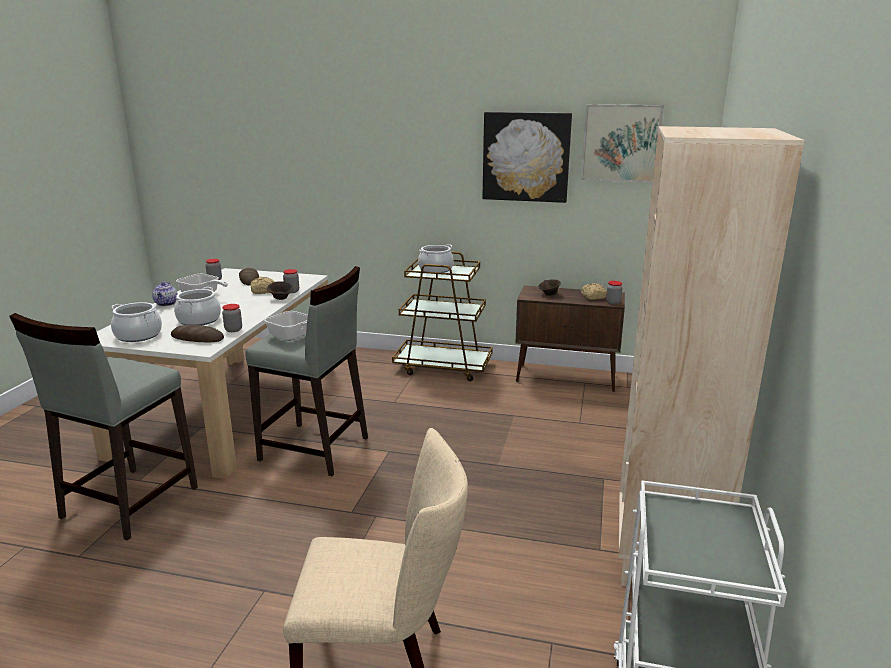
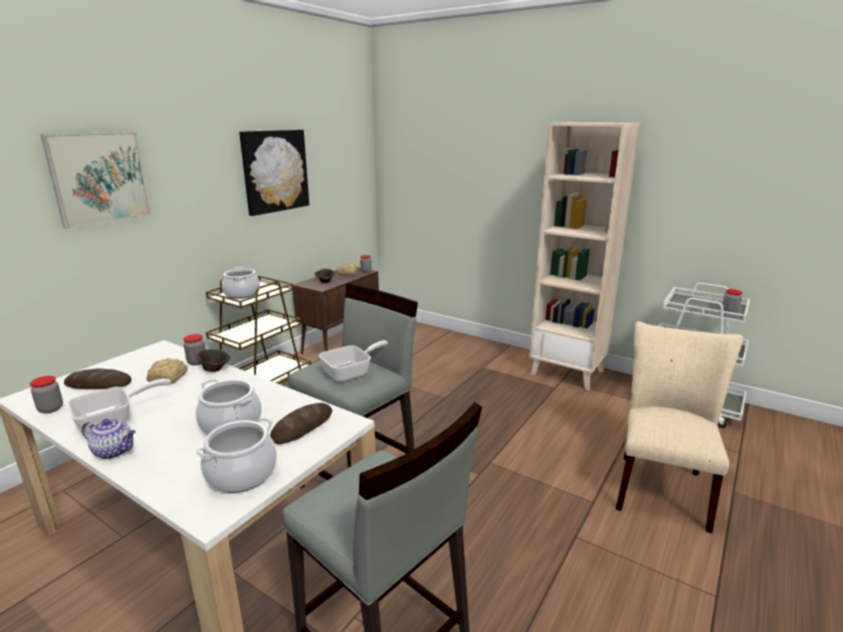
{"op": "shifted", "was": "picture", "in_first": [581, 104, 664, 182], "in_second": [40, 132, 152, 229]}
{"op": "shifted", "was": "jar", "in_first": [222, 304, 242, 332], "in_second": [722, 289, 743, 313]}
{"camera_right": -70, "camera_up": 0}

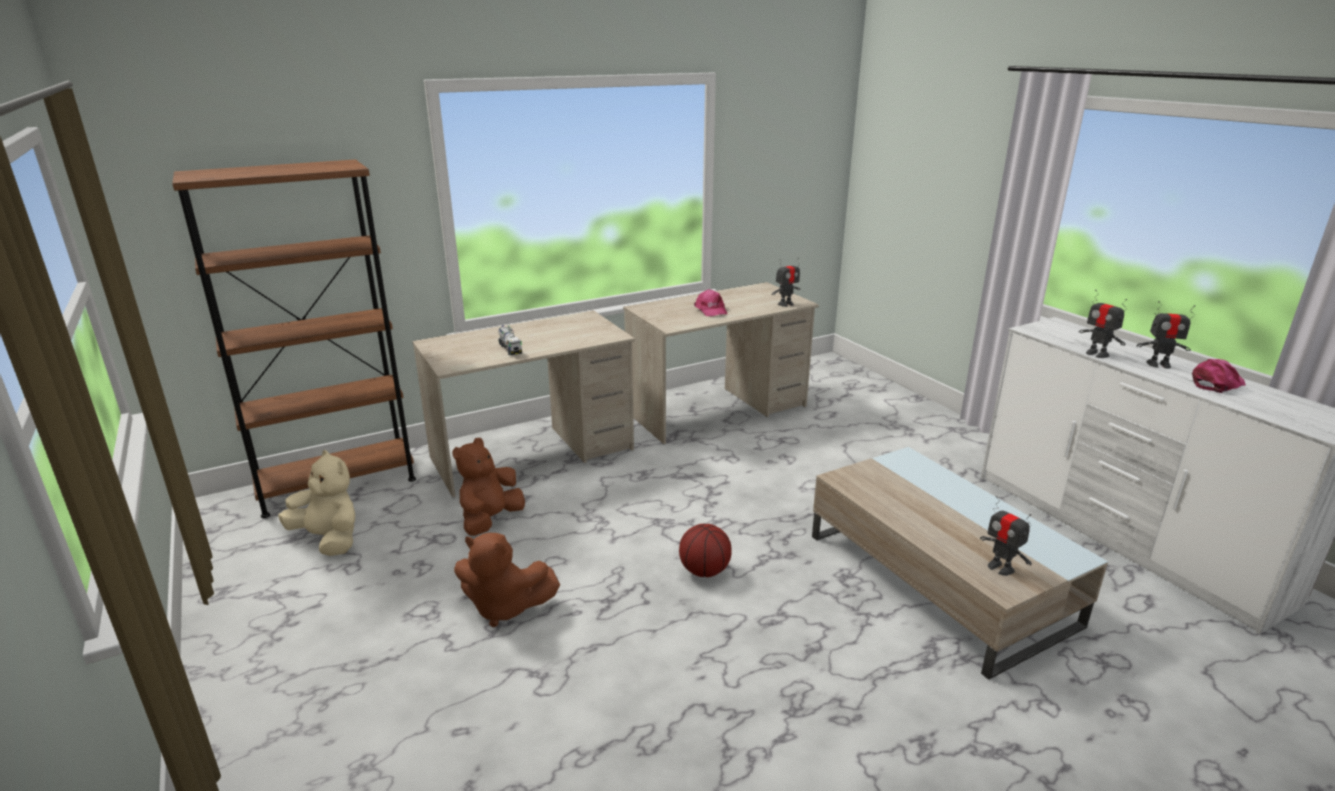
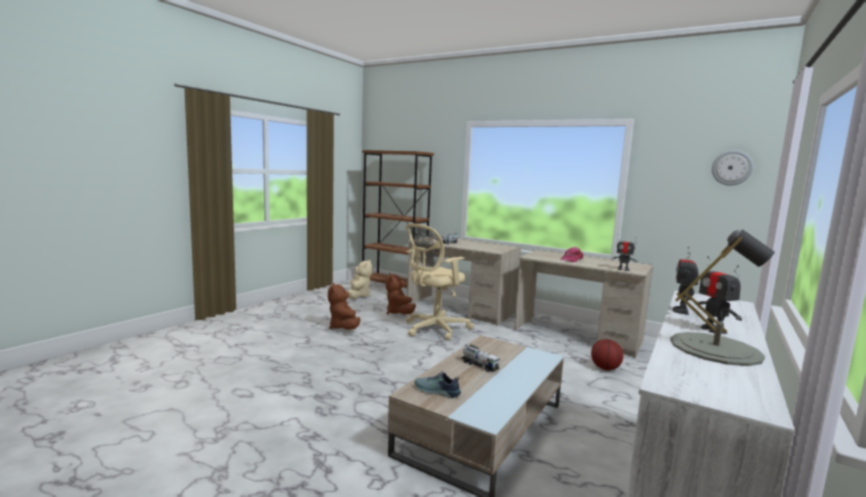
{"op": "swapped", "was": "cap (pink)", "now": "table lamp (grey)", "in_first": [1192, 359, 1246, 393], "in_second": [670, 230, 775, 366]}
{"op": "rotated", "was": "plush toy (brown)", "in_first": [452, 438, 525, 536], "in_second": [385, 273, 416, 315], "clockwise": -105}
{"op": "swapped", "was": "toy robot", "now": "shoe", "in_first": [980, 496, 1032, 576], "in_second": [415, 371, 461, 398]}
{"op": "shifted", "was": "basketball", "in_first": [679, 524, 732, 577], "in_second": [591, 339, 623, 370]}
{"op": "new", "now": "wall clock", "in_second": [712, 150, 753, 186]}
{"op": "new", "now": "office chair (beige)", "in_second": [406, 224, 474, 341]}
{"op": "new", "now": "toy truck", "in_second": [461, 344, 500, 372]}
{"camera_right": 60, "camera_up": -15}

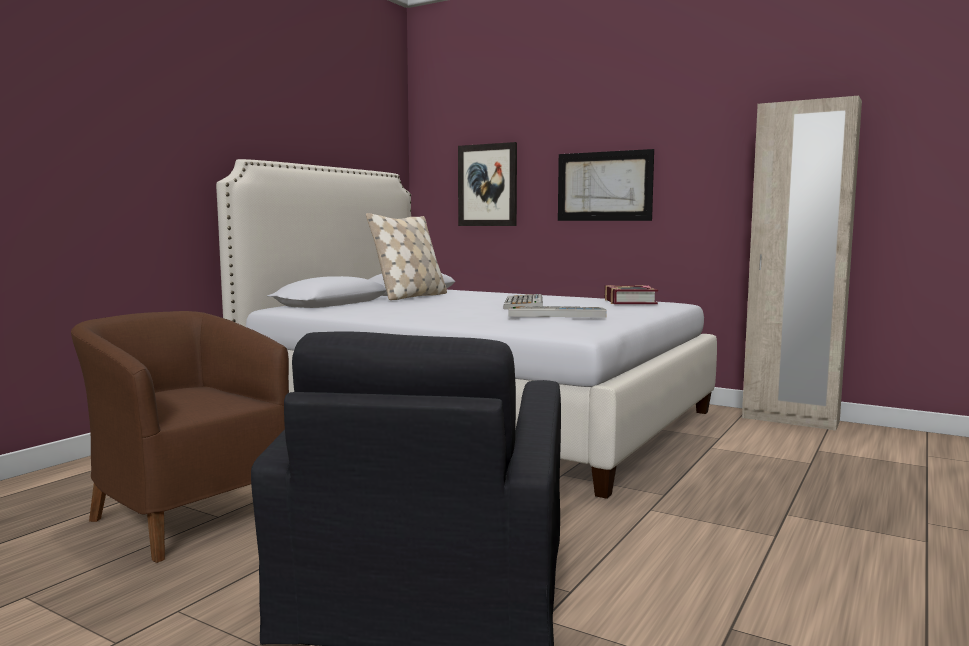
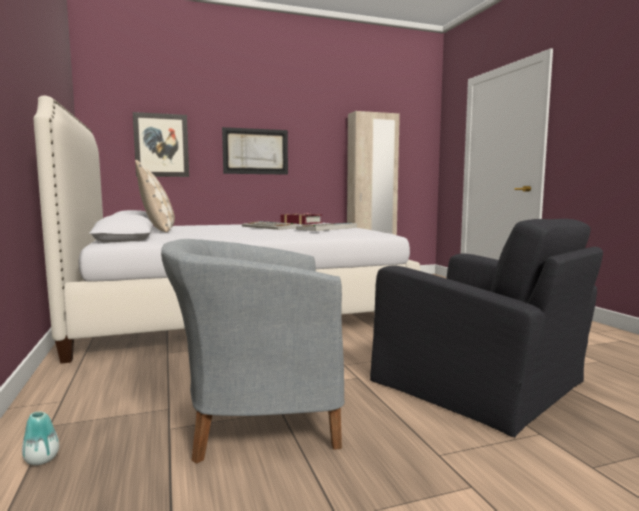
{"op": "repainted", "was": "armchair (brown)", "now": "armchair (grey)", "in_first": [71, 311, 289, 563], "in_second": [161, 239, 345, 464]}
{"op": "new", "now": "vase", "in_second": [22, 411, 59, 465]}
{"camera_right": -50, "camera_up": 0}

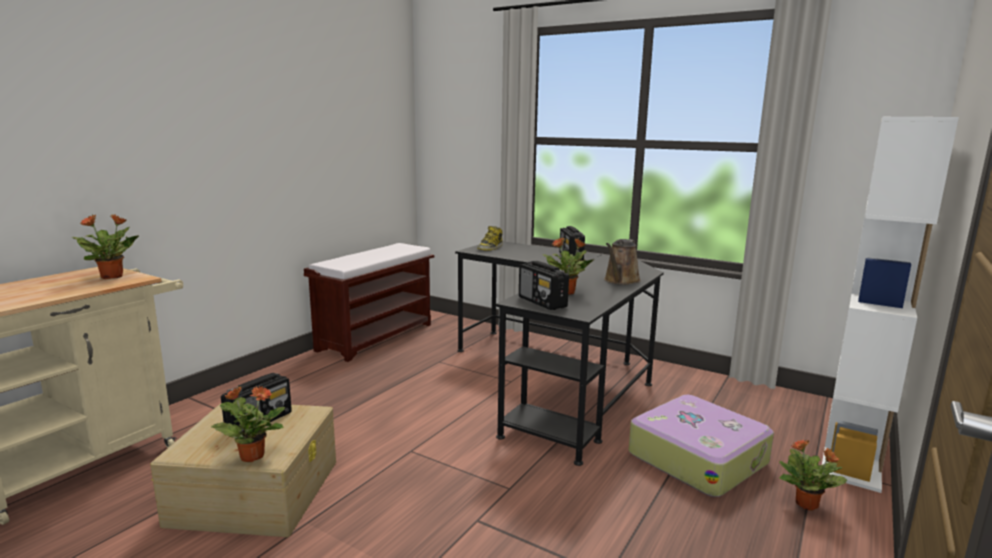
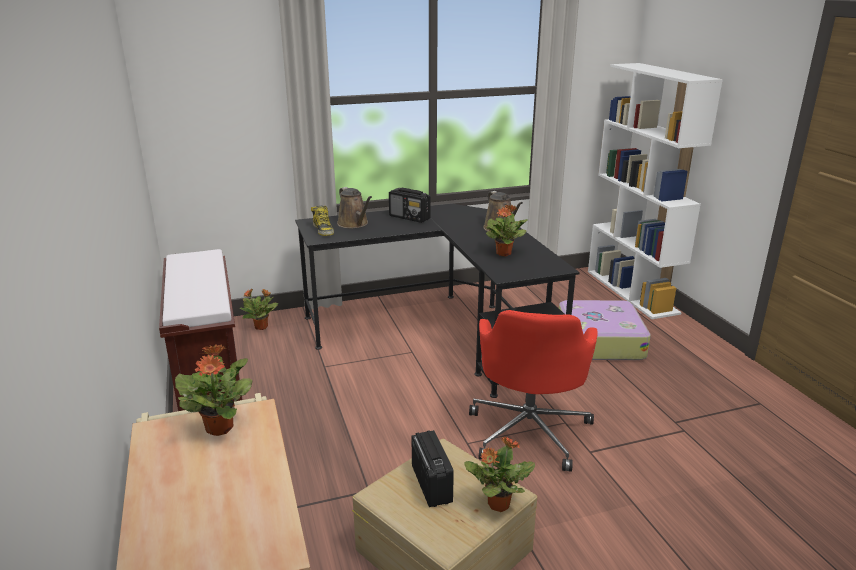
{"op": "gone", "was": "radio", "in_first": [519, 261, 569, 310]}
{"op": "shifted", "was": "potted plant", "in_first": [779, 439, 847, 511], "in_second": [240, 289, 278, 330]}
{"op": "new", "now": "watering can (brown)", "in_second": [337, 187, 372, 228]}
{"op": "new", "now": "office chair (red)", "in_second": [469, 310, 598, 472]}
{"camera_right": -50, "camera_up": 10}

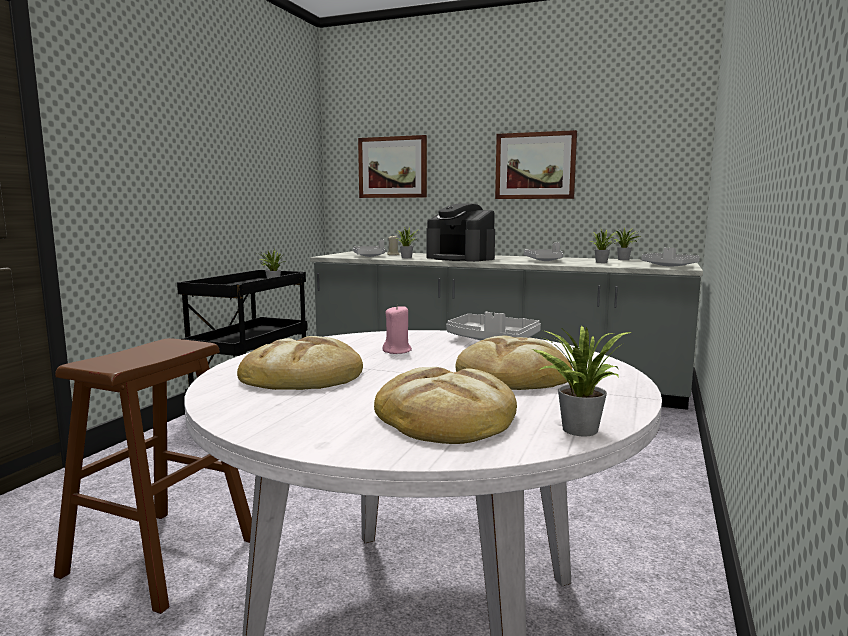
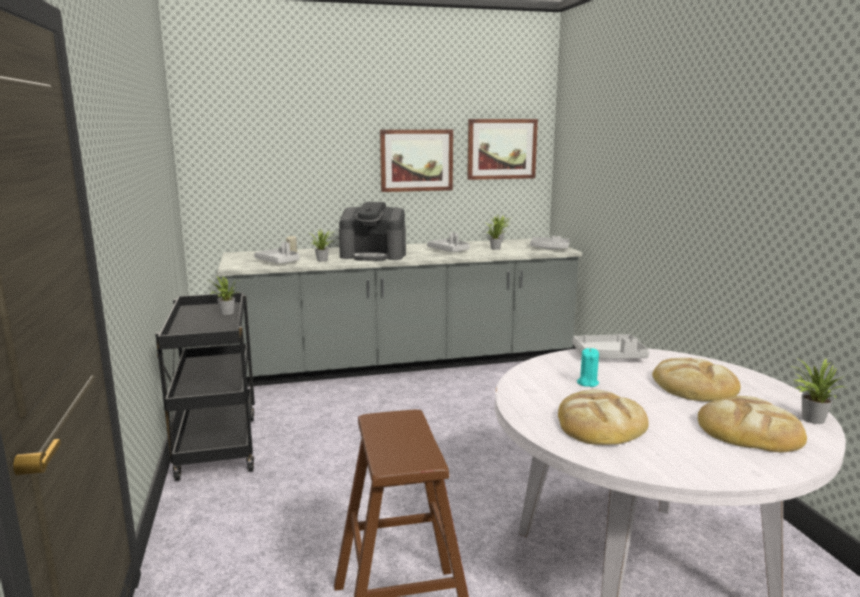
{"op": "shifted", "was": "picture", "in_first": [358, 135, 427, 198], "in_second": [467, 119, 538, 180]}
{"op": "repainted", "was": "candle (pink)", "now": "candle (turquoise)", "in_first": [383, 306, 412, 354], "in_second": [577, 348, 599, 387]}
{"camera_right": -35, "camera_up": 5}

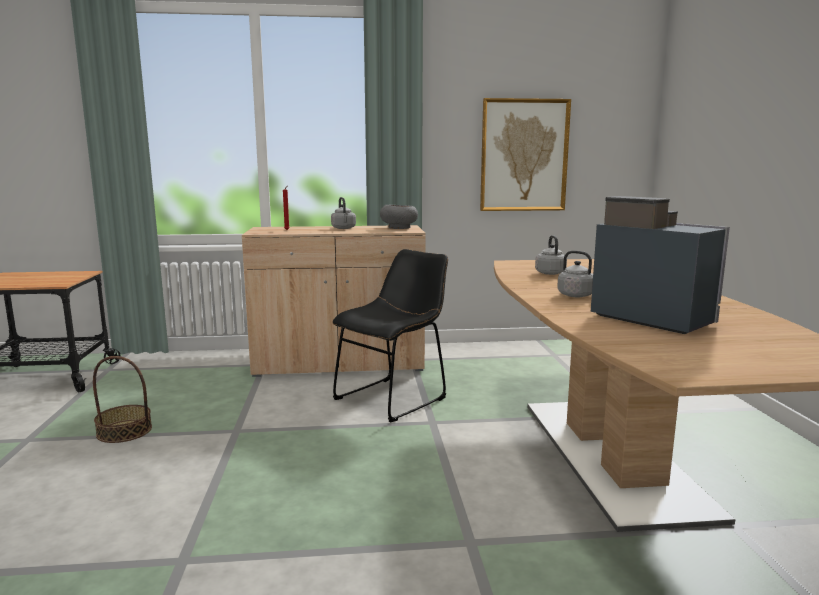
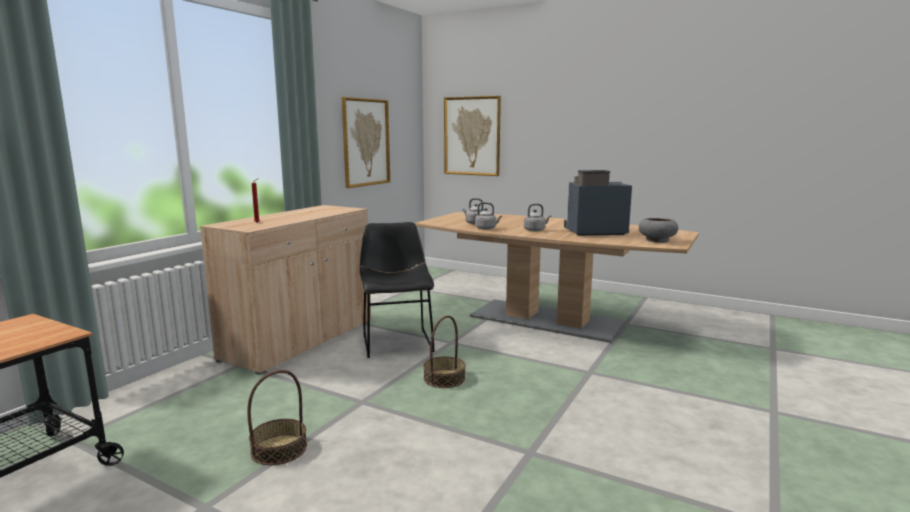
{"op": "shifted", "was": "kettle (grey)", "in_first": [331, 197, 356, 229], "in_second": [475, 202, 502, 230]}
{"op": "shifted", "was": "bowl (grey)", "in_first": [380, 205, 418, 229], "in_second": [639, 218, 678, 243]}
{"op": "new", "now": "picture", "in_second": [444, 96, 501, 176]}
{"op": "new", "now": "basket", "in_second": [423, 315, 466, 388]}
{"camera_right": -55, "camera_up": 0}

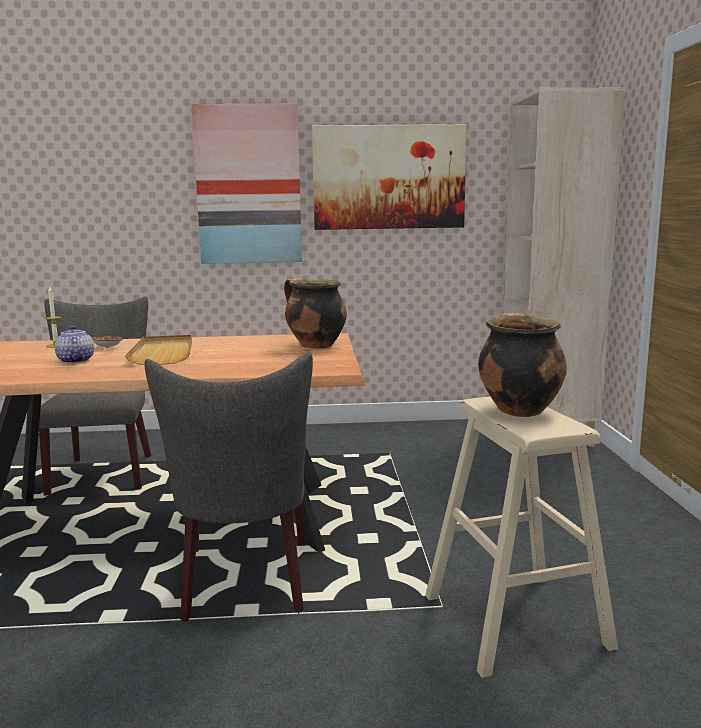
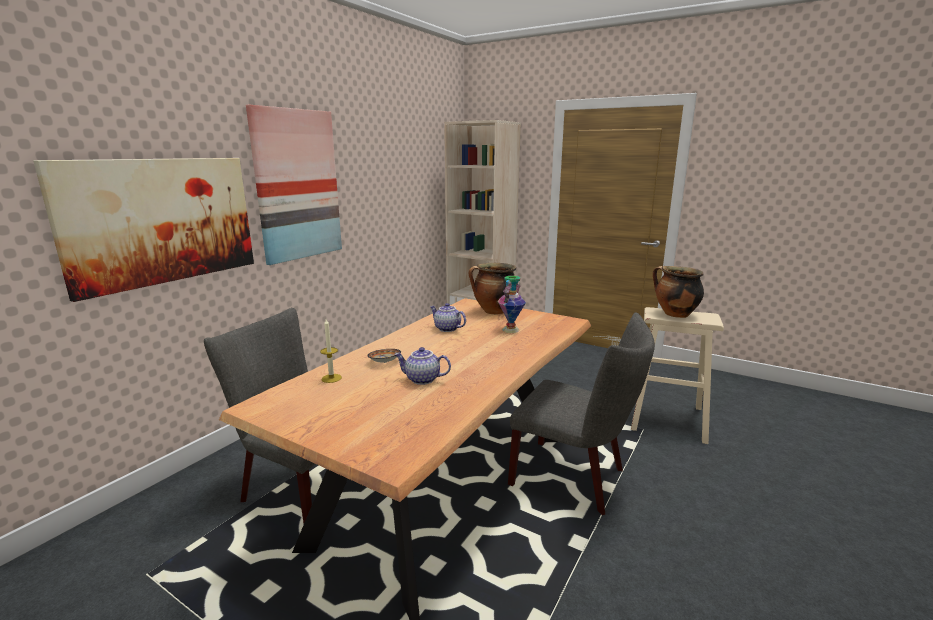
{"op": "shifted", "was": "picture", "in_first": [312, 124, 467, 230], "in_second": [33, 158, 254, 302]}
{"op": "gone", "was": "tray (beige)", "in_first": [125, 335, 192, 365]}
{"op": "new", "now": "vase", "in_second": [498, 276, 526, 333]}
{"op": "new", "now": "teapot", "in_second": [430, 303, 466, 332]}
{"camera_right": -55, "camera_up": 5}

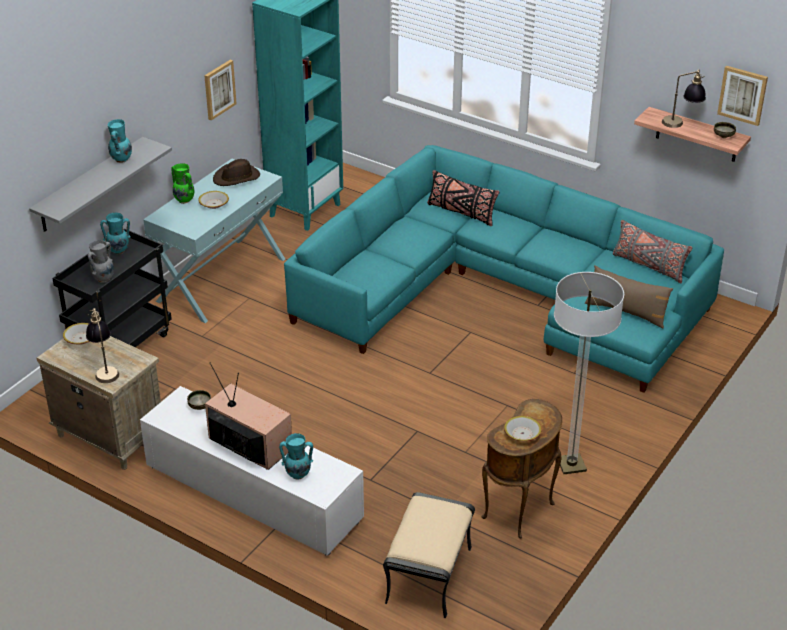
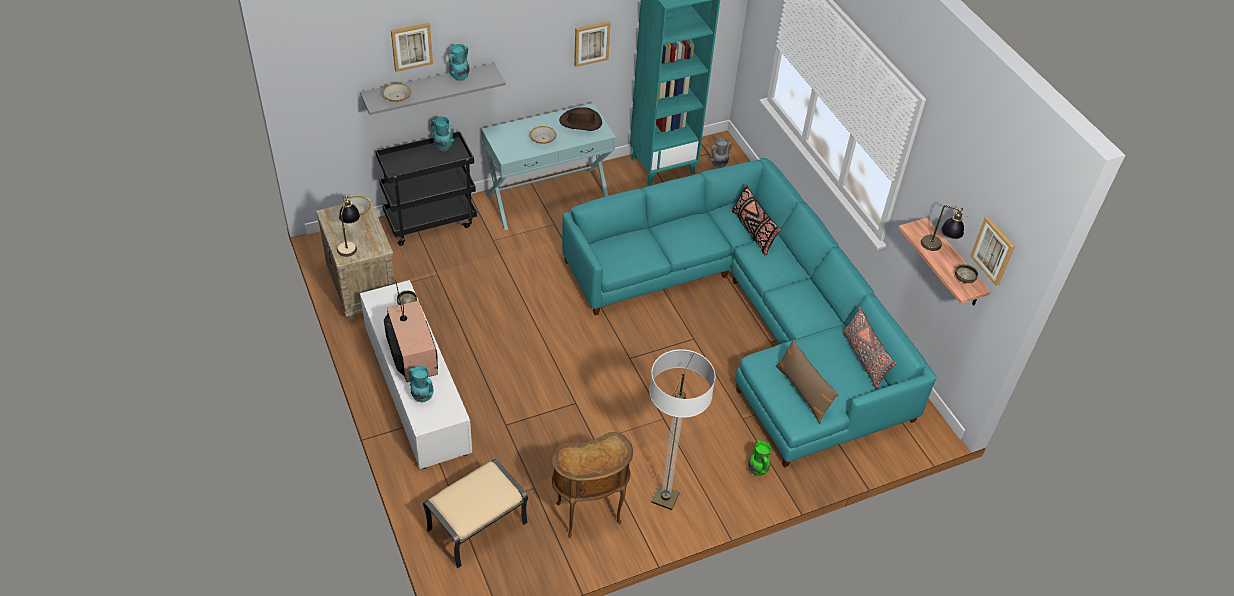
{"op": "shifted", "was": "vase (green)", "in_first": [171, 163, 194, 204], "in_second": [748, 440, 771, 476]}
{"op": "shifted", "was": "vase (grey)", "in_first": [88, 240, 114, 283], "in_second": [711, 138, 732, 168]}
{"op": "shifted", "was": "bowl", "in_first": [504, 416, 541, 442], "in_second": [382, 83, 411, 102]}
{"op": "new", "now": "picture", "in_second": [391, 23, 433, 72]}
{"camera_right": 30, "camera_up": 10}

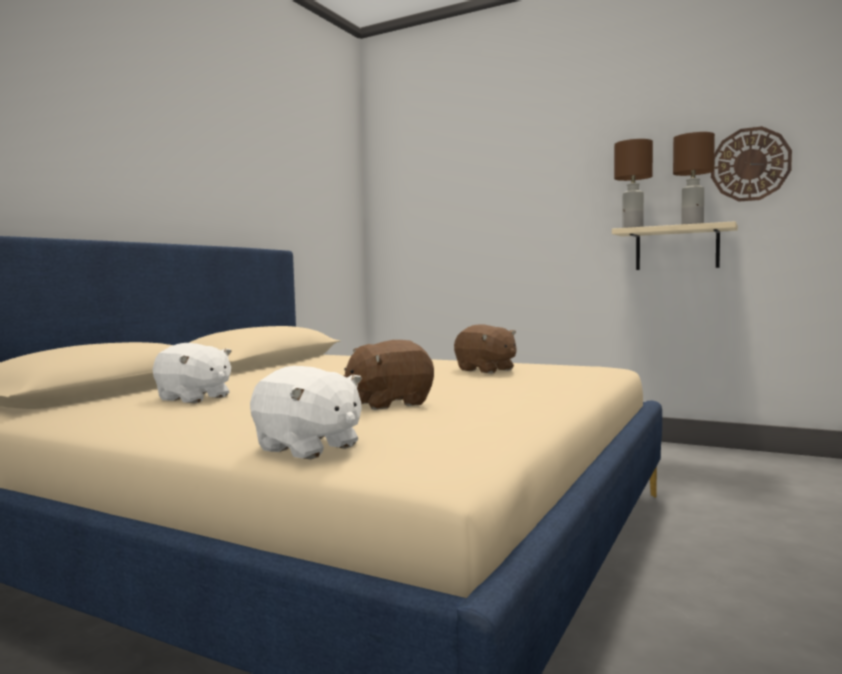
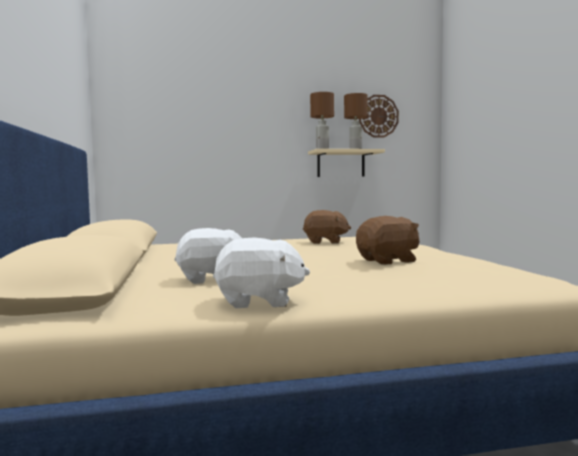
{"op": "rotated", "was": "plush toy (brown)", "in_first": [344, 340, 434, 410], "in_second": [356, 216, 420, 265], "clockwise": -135}
{"op": "shifted", "was": "plush toy (white)", "in_first": [250, 366, 362, 459], "in_second": [213, 238, 310, 308]}
{"camera_right": -40, "camera_up": 0}

